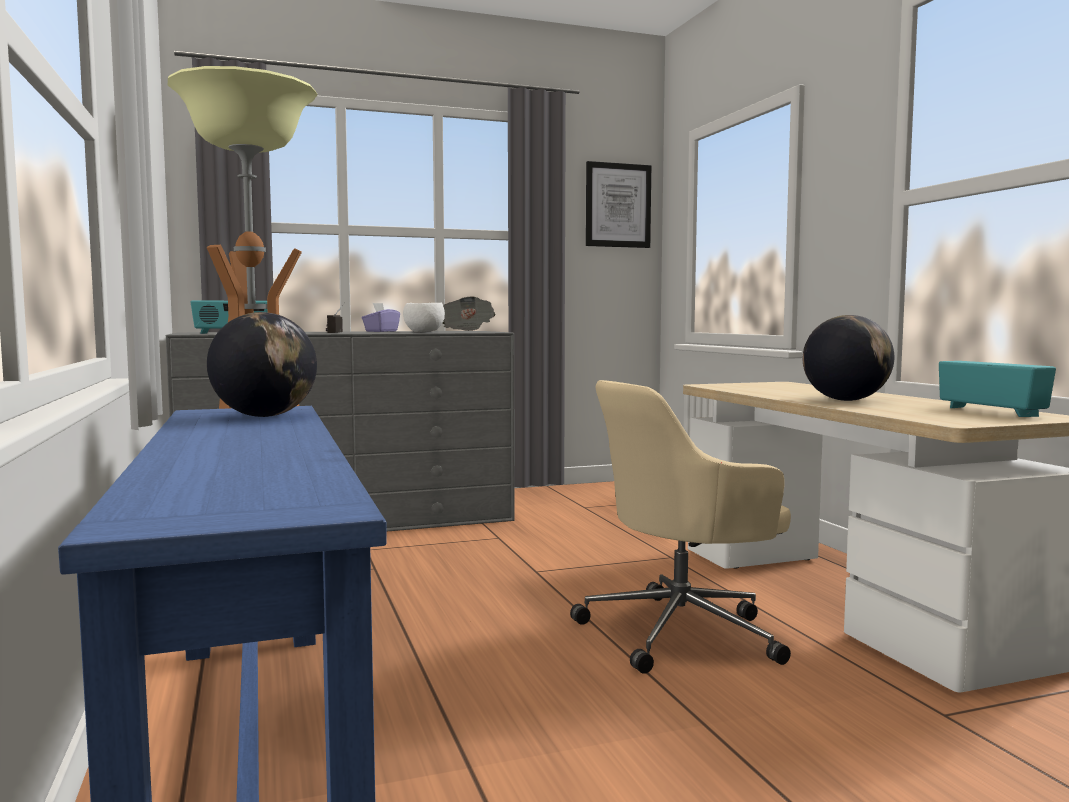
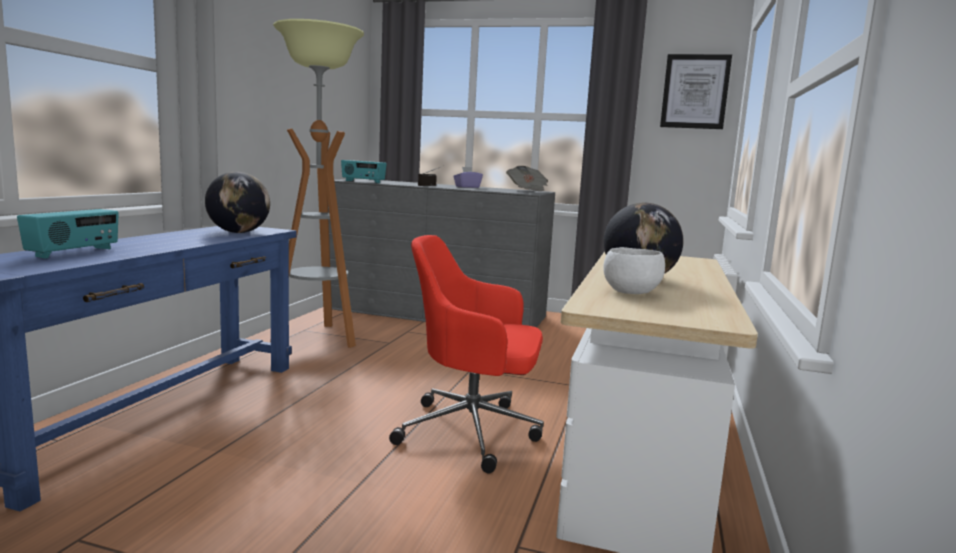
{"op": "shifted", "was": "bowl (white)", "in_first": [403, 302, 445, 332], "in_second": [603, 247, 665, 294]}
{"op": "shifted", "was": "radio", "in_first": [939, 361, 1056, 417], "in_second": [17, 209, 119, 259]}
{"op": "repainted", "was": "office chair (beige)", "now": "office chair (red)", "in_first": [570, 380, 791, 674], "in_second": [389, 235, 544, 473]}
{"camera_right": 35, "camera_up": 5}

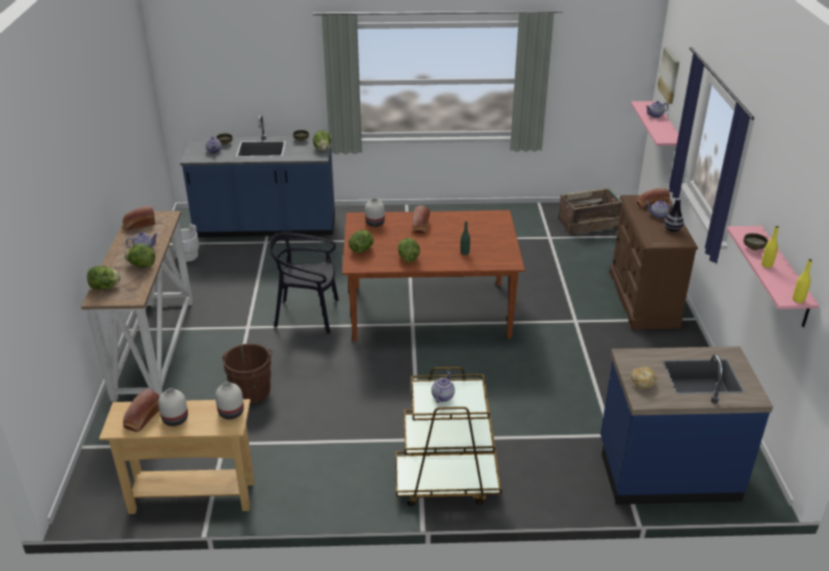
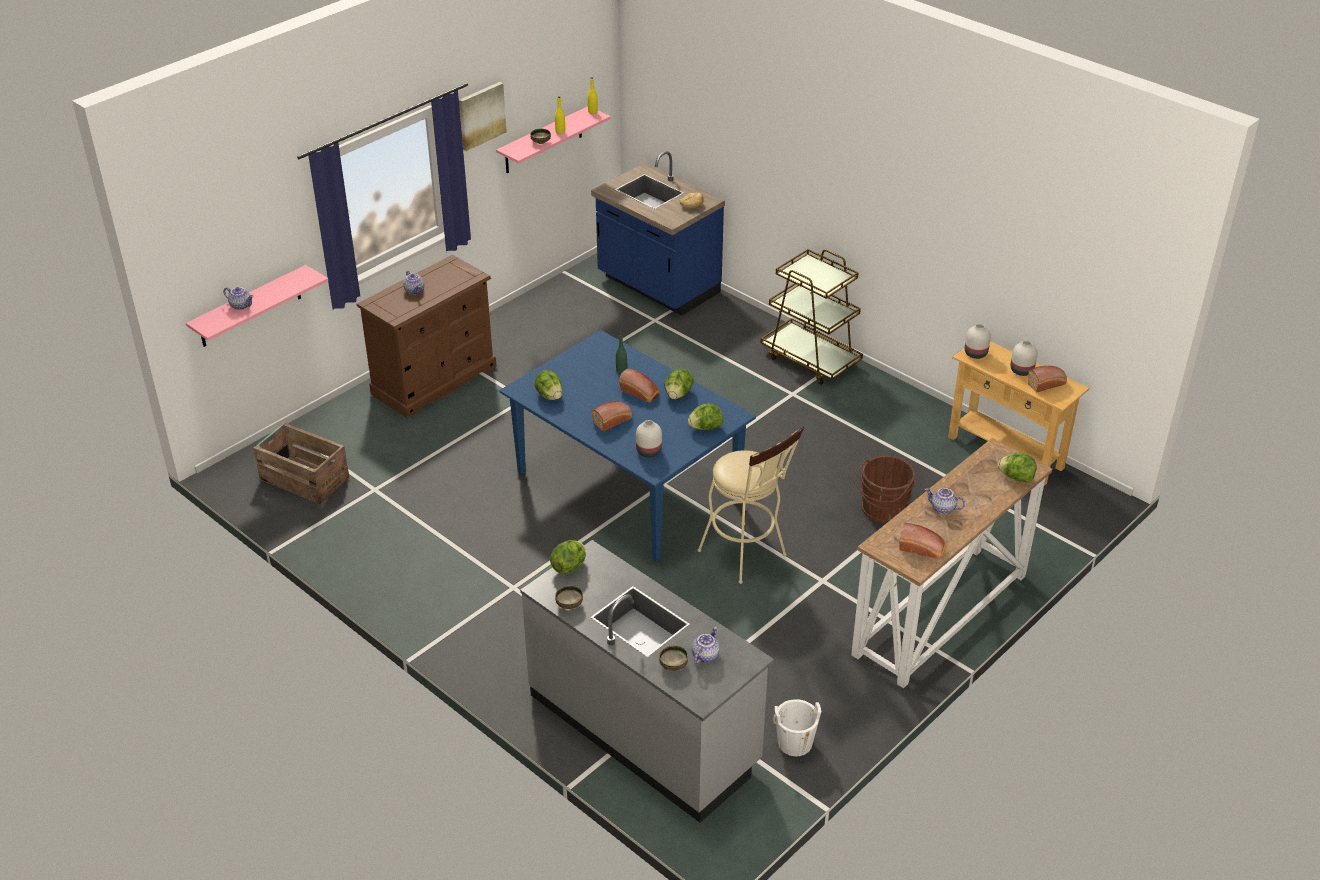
{"op": "shifted", "was": "picture", "in_first": [657, 47, 680, 104], "in_second": [459, 82, 507, 151]}
{"op": "repainted", "was": "counter (blue)", "now": "counter (grey)", "in_first": [180, 115, 335, 237], "in_second": [520, 540, 774, 823]}
{"op": "shifted", "was": "bread", "in_first": [637, 188, 670, 209], "in_second": [619, 369, 660, 403]}
{"op": "gone", "was": "vase", "in_first": [664, 198, 684, 232]}
{"op": "repainted", "was": "dining table (brown)", "now": "dining table (blue)", "in_first": [342, 210, 525, 342], "in_second": [499, 330, 756, 562]}
{"op": "swapped", "was": "chair (black)", "now": "stool (beige)", "in_first": [269, 232, 339, 333], "in_second": [697, 426, 804, 584]}
{"op": "shifted", "was": "lettuce", "in_first": [124, 244, 155, 267], "in_second": [534, 370, 562, 400]}
{"op": "gone", "was": "teapot", "in_first": [431, 372, 455, 403]}
{"camera_right": -135, "camera_up": 5}

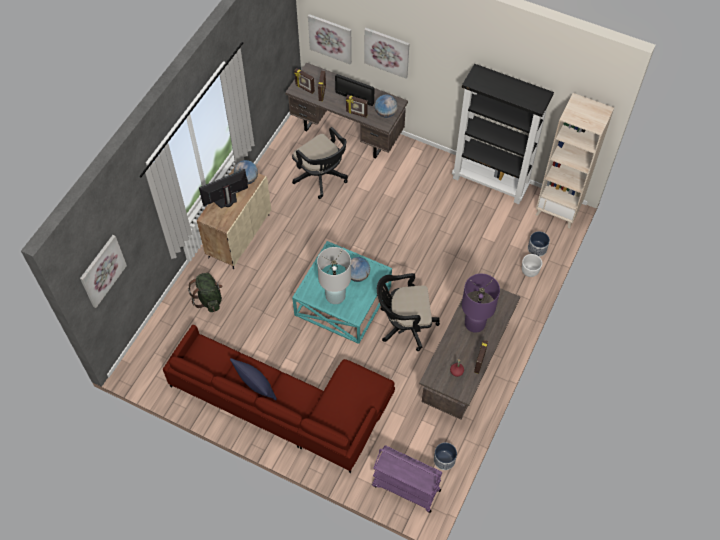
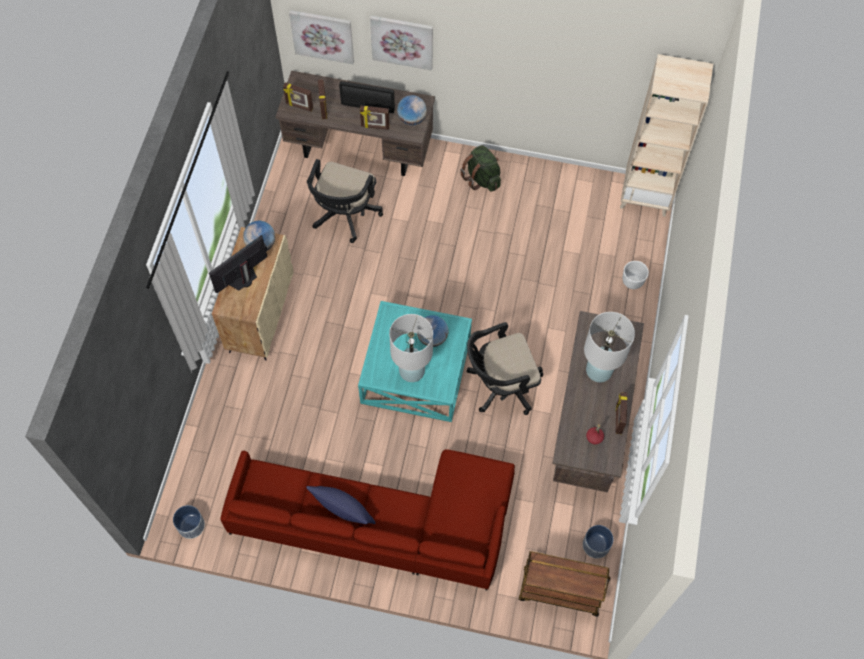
{"op": "gone", "was": "bookcase (black)", "in_first": [452, 64, 554, 204]}
{"op": "rotated", "was": "office chair (black)", "in_first": [292, 127, 348, 199], "in_second": [307, 159, 383, 243], "clockwise": 75}
{"op": "shifted", "was": "planter", "in_first": [528, 231, 550, 257], "in_second": [173, 505, 205, 539]}
{"op": "gone", "was": "picture", "in_first": [80, 235, 127, 308]}
{"op": "shifted", "was": "backpack (green)", "in_first": [188, 273, 222, 312], "in_second": [460, 145, 501, 191]}
{"op": "repainted", "was": "table lamp (purple)", "now": "table lamp (white)", "in_first": [462, 274, 500, 333], "in_second": [584, 312, 635, 382]}
{"op": "repainted", "was": "cart (purple)", "now": "cart (brown)", "in_first": [372, 446, 443, 513], "in_second": [518, 551, 610, 616]}
{"camera_right": -15, "camera_up": 5}

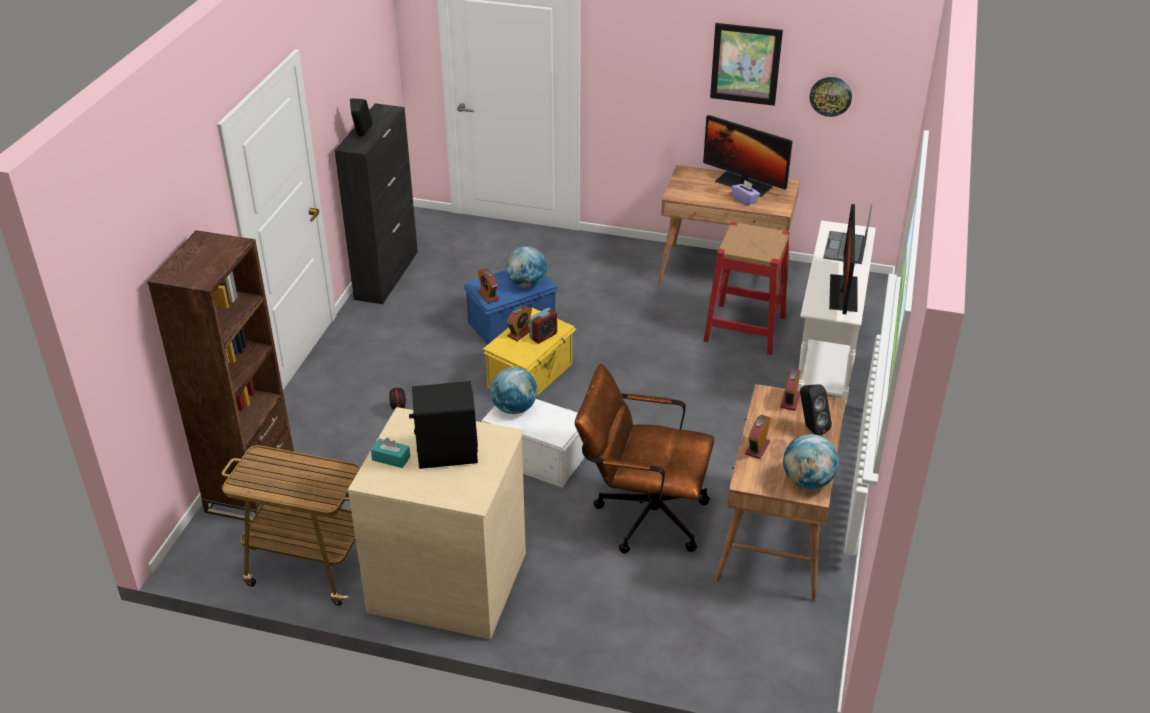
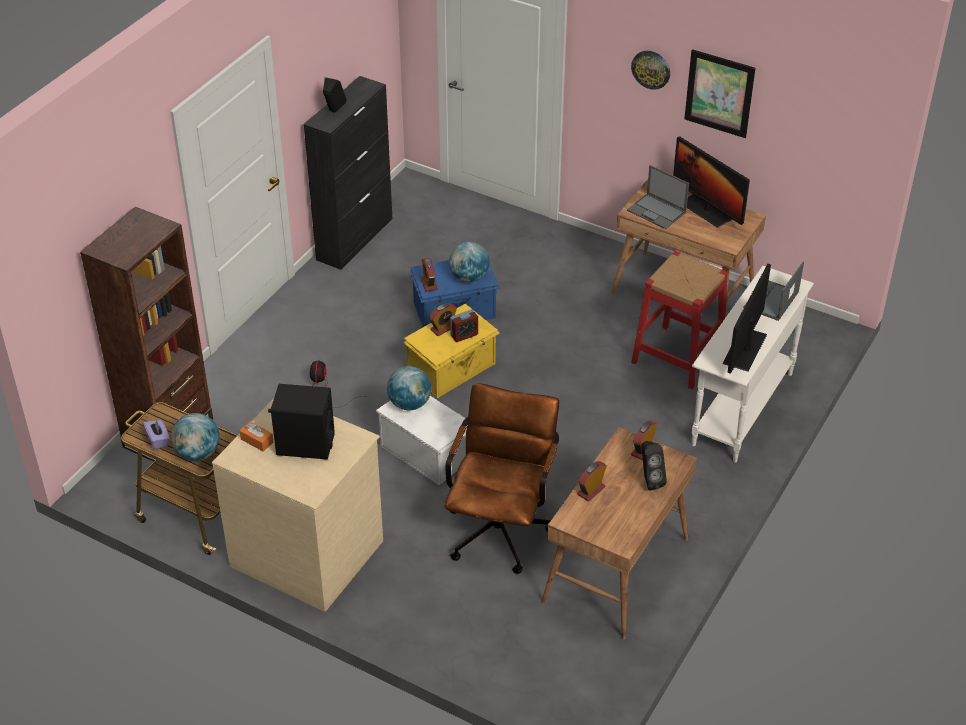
{"op": "shifted", "was": "wall clock", "in_first": [810, 77, 852, 117], "in_second": [631, 51, 670, 90]}
{"op": "shifted", "was": "tissue box (purple)", "in_first": [731, 180, 760, 206], "in_second": [143, 419, 170, 450]}
{"op": "rotated", "was": "office chair (brown)", "in_first": [575, 364, 714, 554], "in_second": [444, 383, 559, 574], "clockwise": 75}
{"op": "shifted", "was": "globe", "in_first": [783, 434, 839, 489], "in_second": [171, 413, 220, 461]}
{"op": "repainted", "was": "tissue box (turquoise)", "now": "tissue box (orange)", "in_first": [371, 438, 410, 468], "in_second": [239, 422, 274, 452]}
{"op": "new", "now": "laptop", "in_second": [627, 165, 689, 229]}
{"camera_right": 15, "camera_up": 5}

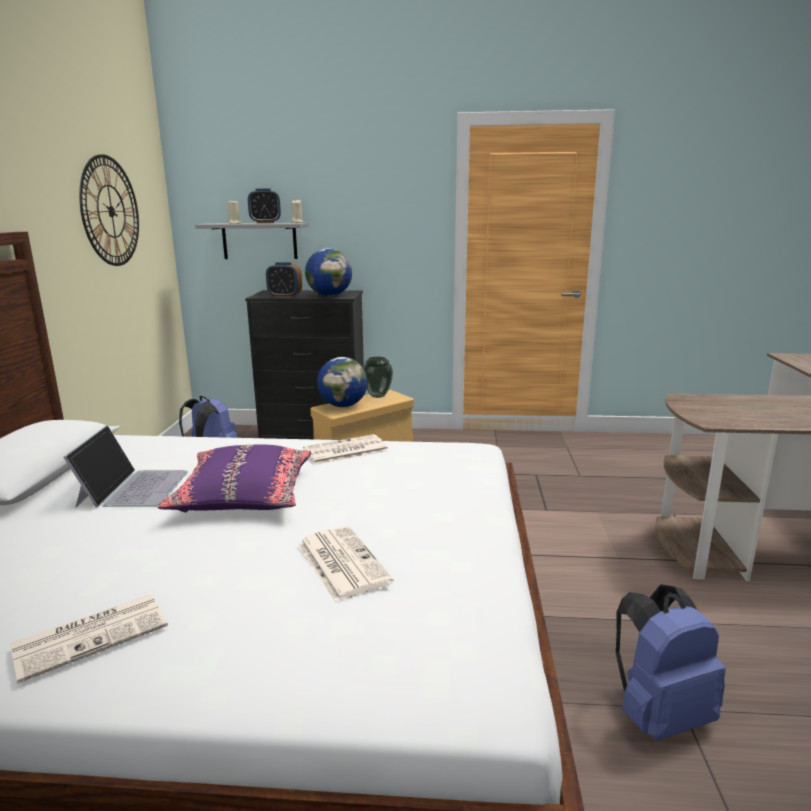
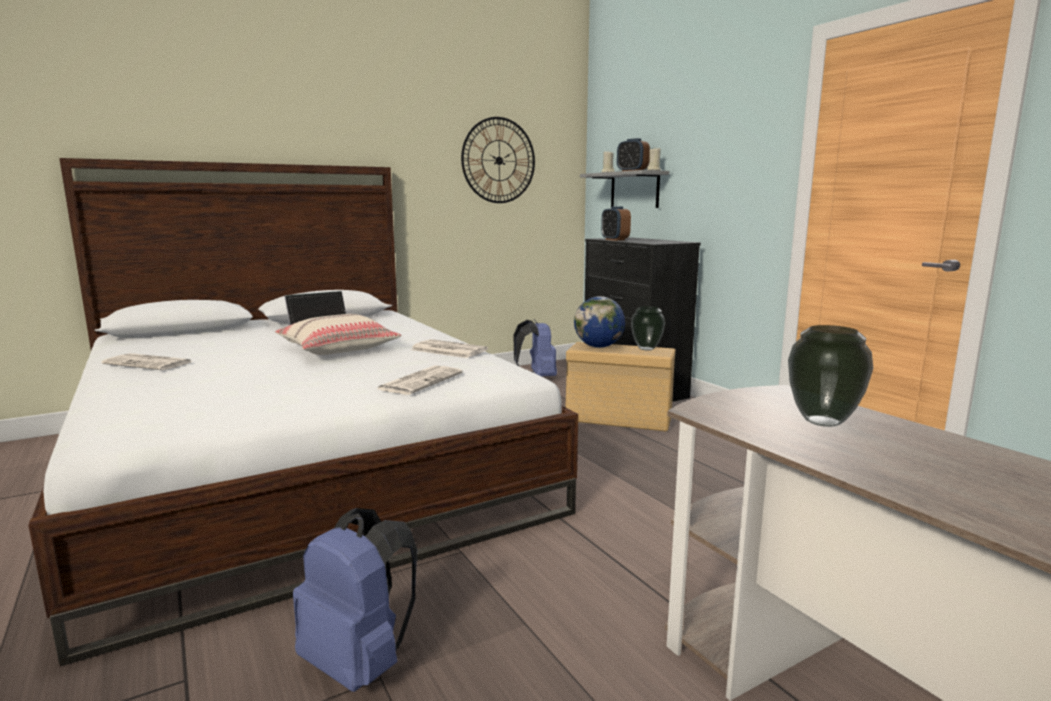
{"op": "gone", "was": "globe", "in_first": [305, 248, 352, 296]}
{"op": "repainted", "was": "pillow (purple)", "now": "pillow (beige)", "in_first": [158, 445, 311, 512], "in_second": [275, 314, 401, 355]}
{"op": "shifted", "was": "newspaper", "in_first": [298, 526, 394, 602], "in_second": [377, 365, 463, 394]}
{"op": "new", "now": "vase", "in_second": [788, 325, 873, 427]}
{"camera_right": 55, "camera_up": -5}

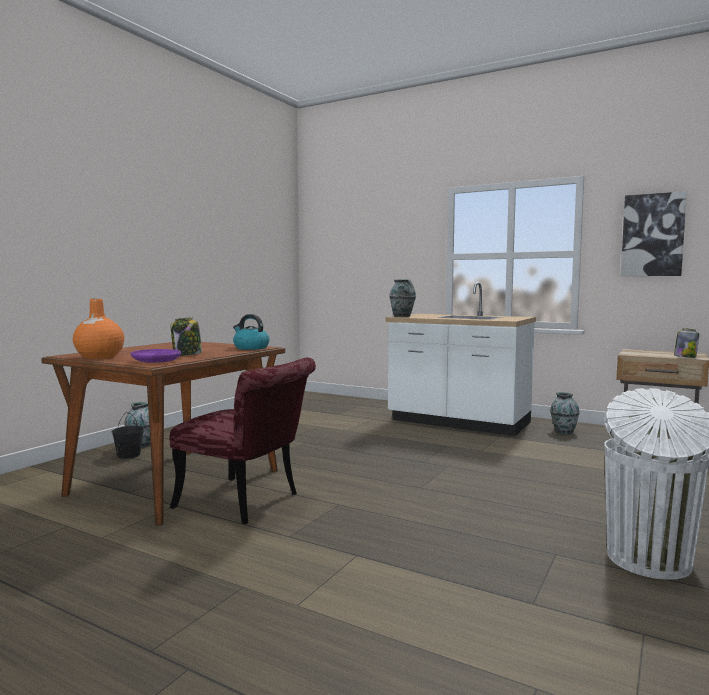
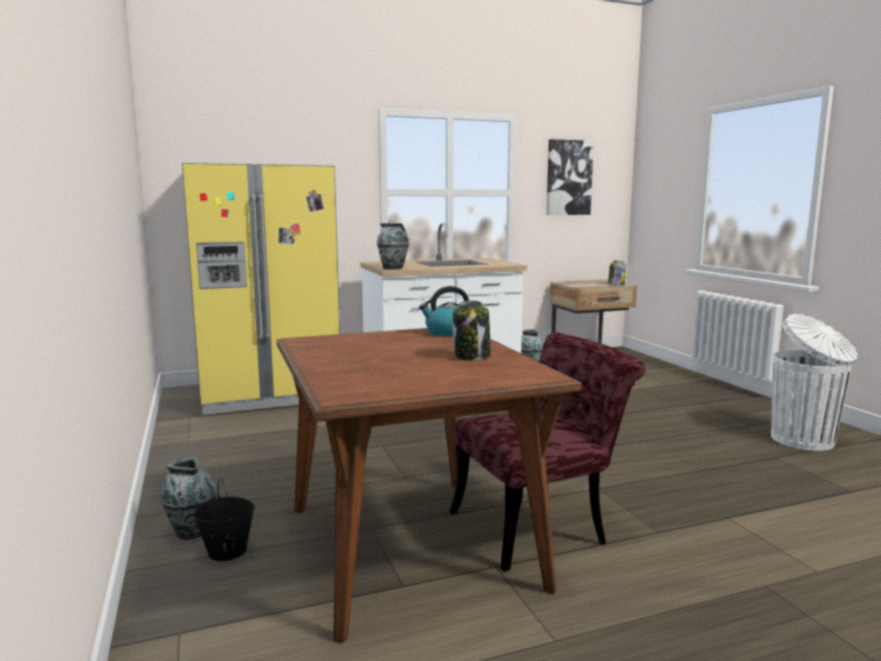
{"op": "gone", "was": "vase (orange)", "in_first": [73, 299, 124, 359]}
{"op": "gone", "was": "plate (purple)", "in_first": [131, 349, 181, 363]}
{"op": "new", "now": "fridge (yellow)", "in_second": [182, 163, 340, 415]}
{"camera_right": -50, "camera_up": 5}

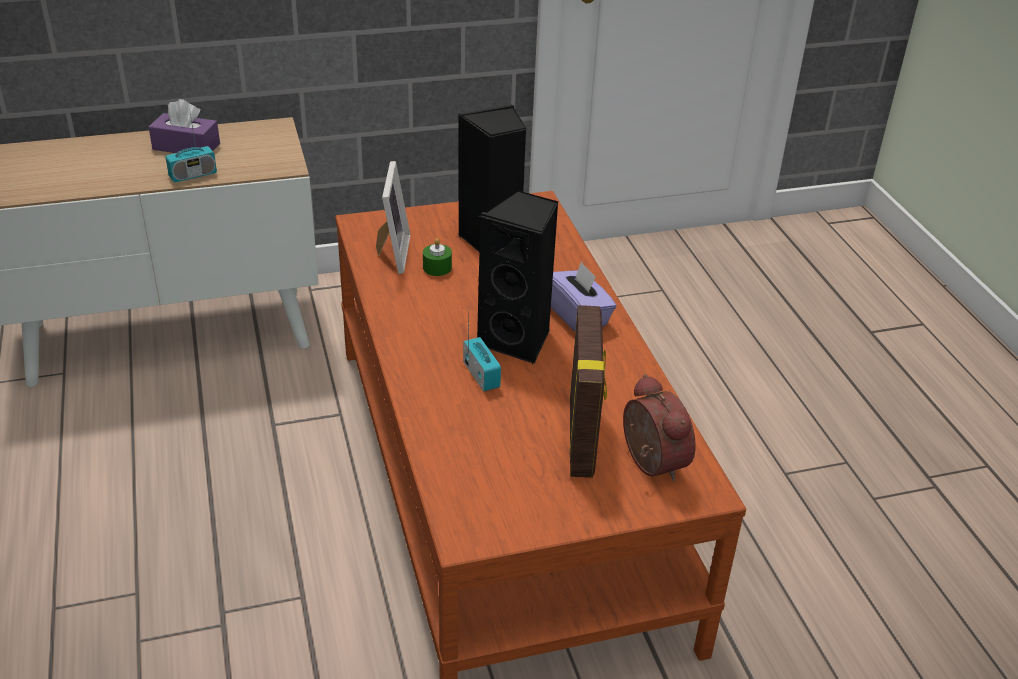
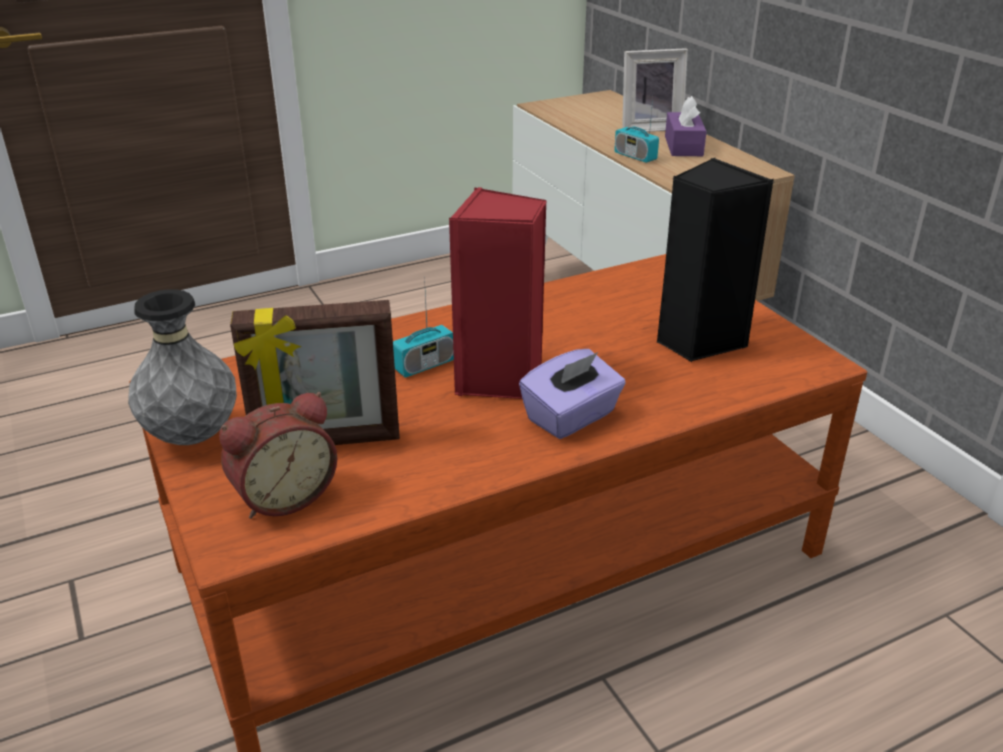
{"op": "shifted", "was": "picture frame", "in_first": [376, 161, 410, 274], "in_second": [622, 48, 688, 132]}
{"op": "repainted", "was": "speaker (black)", "now": "speaker (red)", "in_first": [477, 191, 558, 364], "in_second": [449, 187, 547, 399]}
{"op": "gone", "was": "candle (green)", "in_first": [423, 238, 452, 276]}
{"op": "new", "now": "vase (grey)", "in_second": [128, 289, 237, 445]}
{"camera_right": 80, "camera_up": -5}

